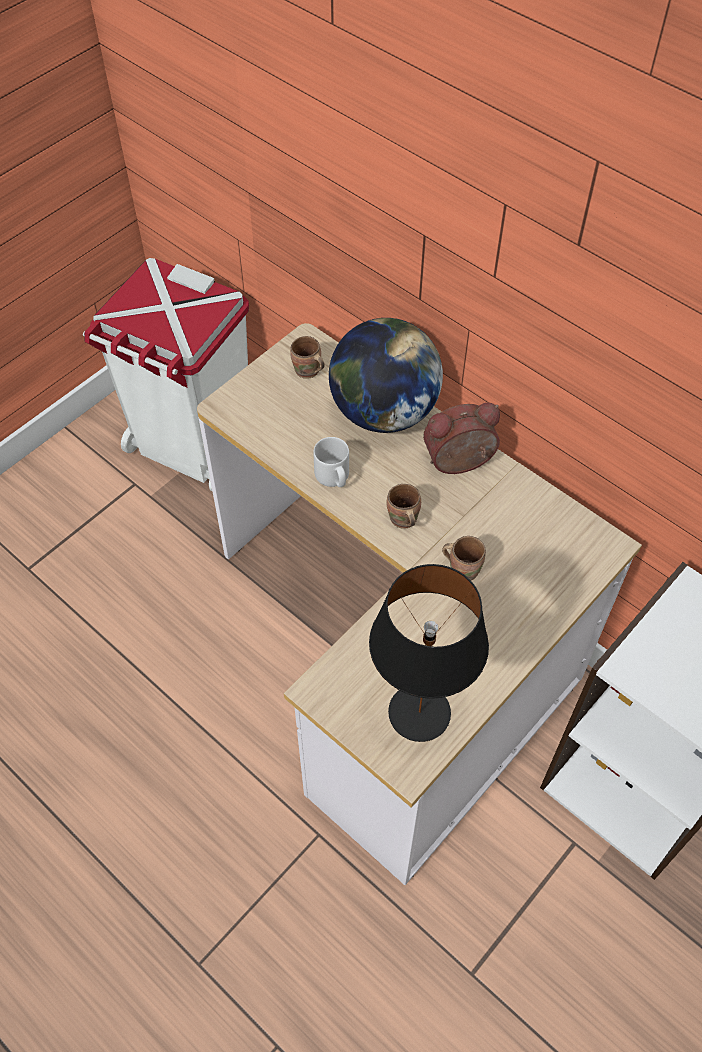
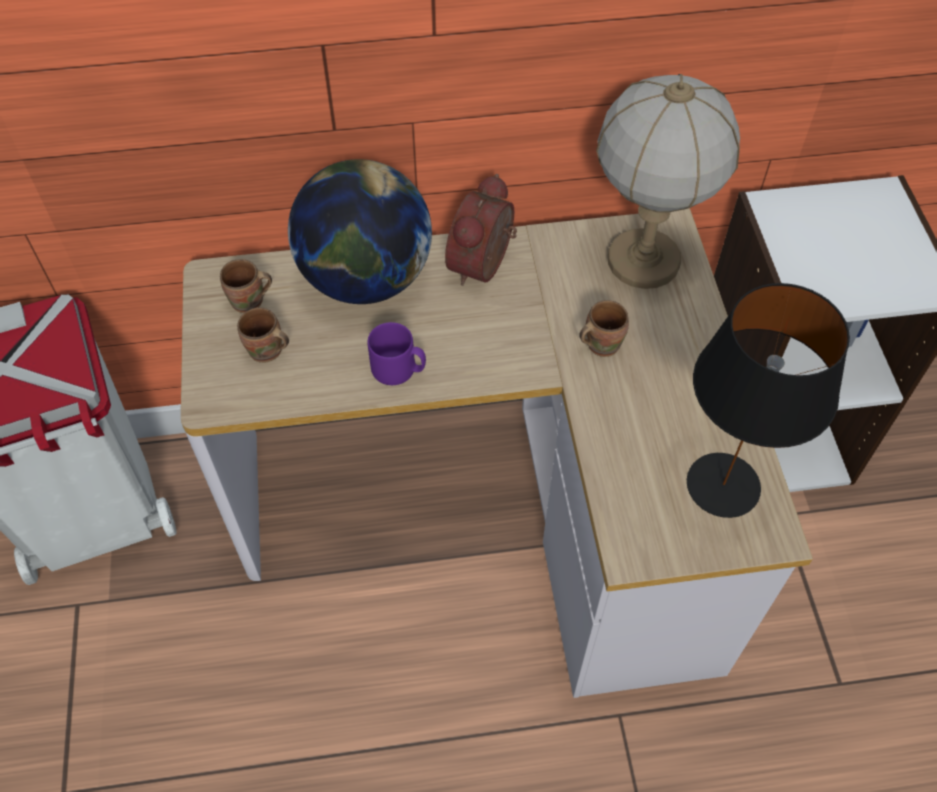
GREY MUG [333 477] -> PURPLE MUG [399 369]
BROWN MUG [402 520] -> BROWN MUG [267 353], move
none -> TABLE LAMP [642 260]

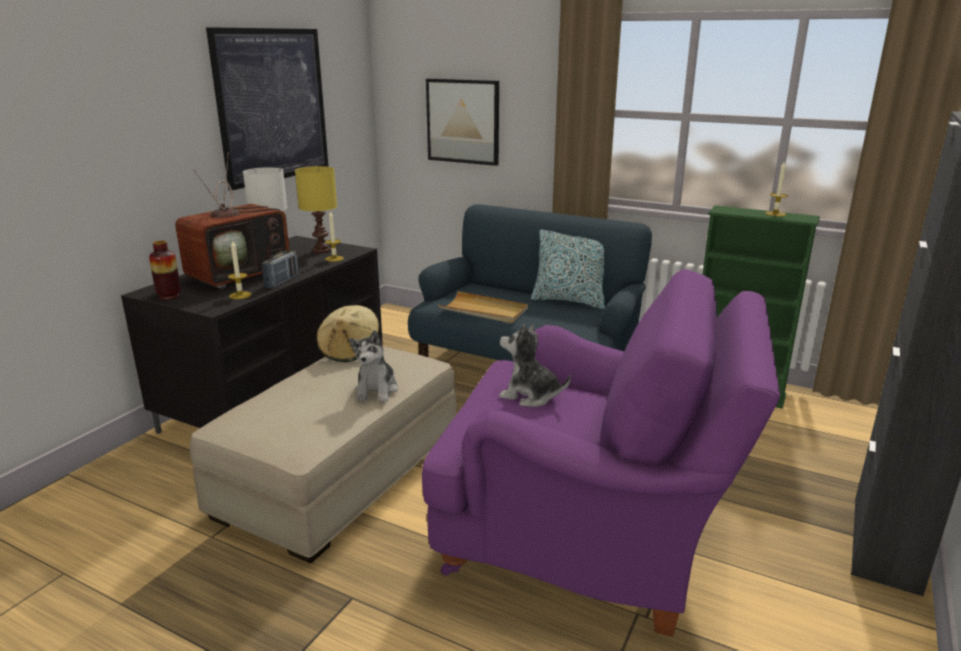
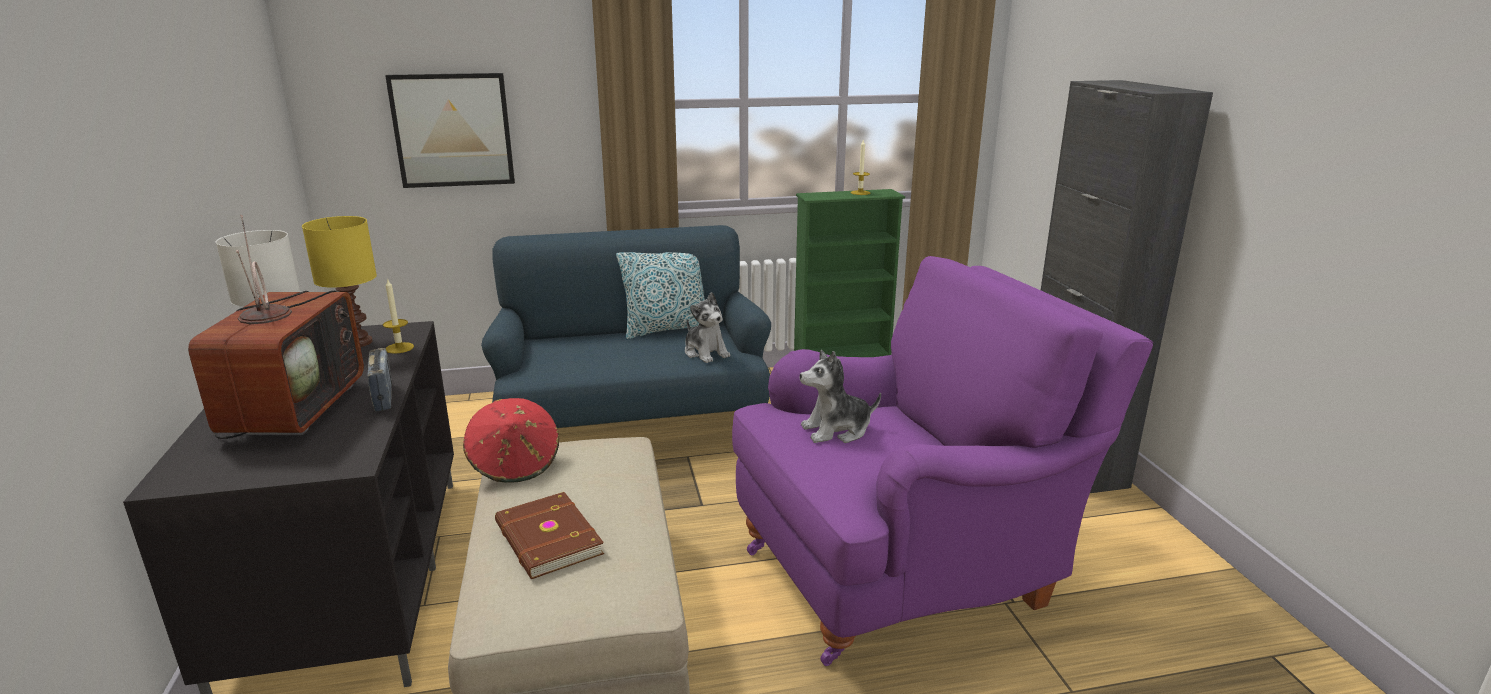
PICTURE [273 106] -> none
CANDLE [240 295] -> none
VASE [169 296] -> none
BEIGE TRAY [484 311] -> none
BEIGE HAT [350 351] -> RED HAT [515 464]
PLUSH TOY [376 390] -> PLUSH TOY [706 353], move
none -> BROWN BOOK [546 540]

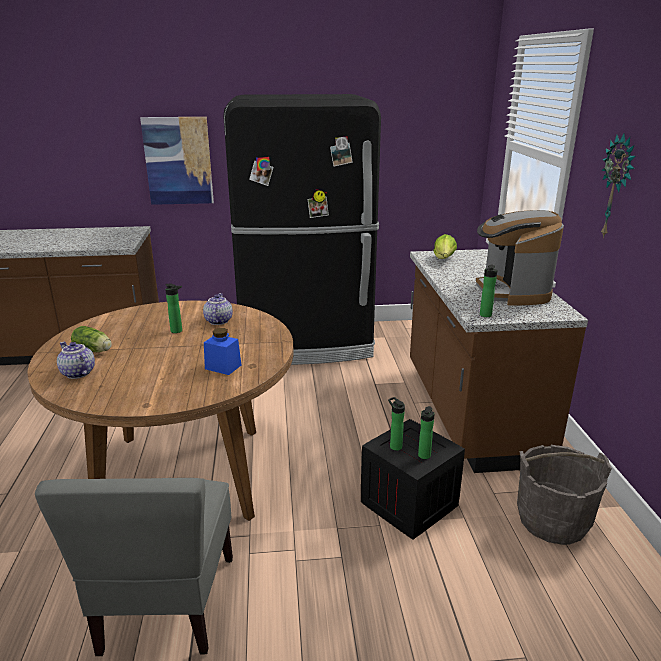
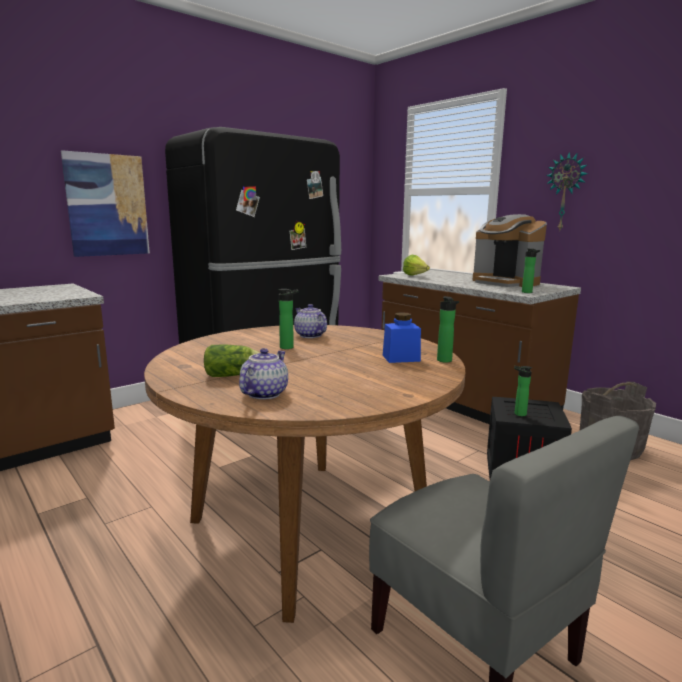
TEAPOT [77 373] -> TEAPOT [263 393], 105 degrees clockwise
BOTTLE [424 456] -> BOTTLE [445 361], move

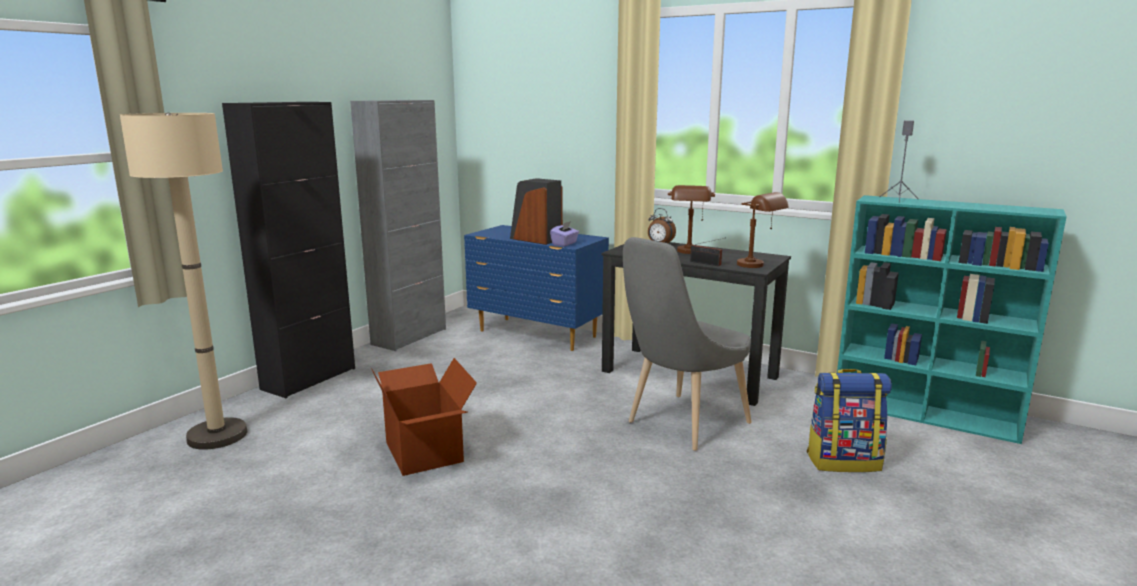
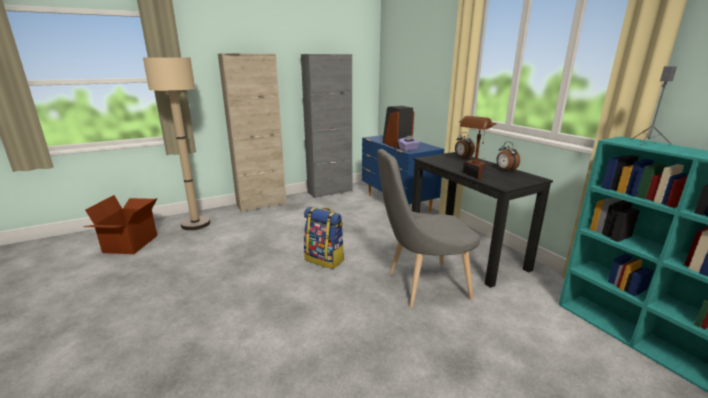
BLACK CABINET [309 379] -> BEIGE CABINET [261 204]
BROWN TABLE LAMP [758 266] -> none
CARDBOARD BOX [425 451] -> CARDBOARD BOX [131 244], move
BACKPACK [843 461] -> BACKPACK [325 259], move
none -> ALARM CLOCK [505 170]

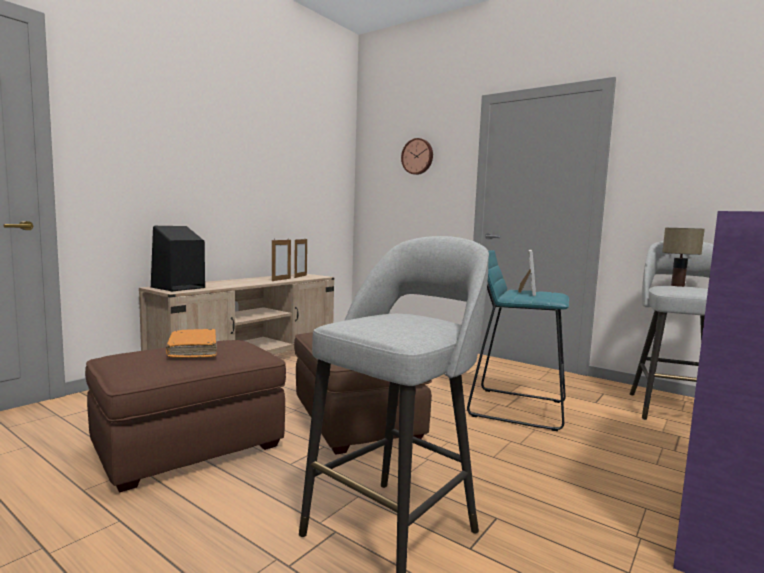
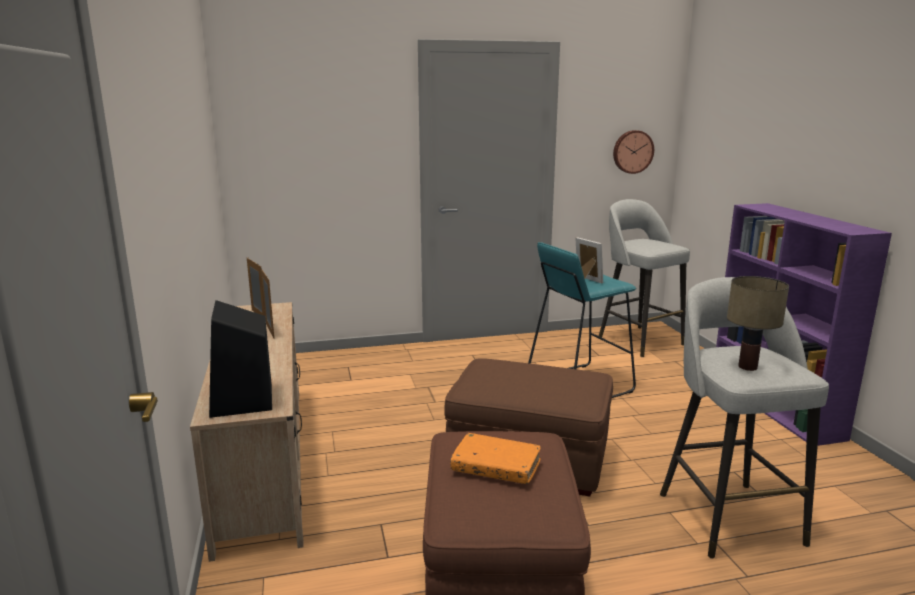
WALL CLOCK [418 156] -> WALL CLOCK [632 151], move
TABLE LAMP [677 285] -> TABLE LAMP [748 367], move

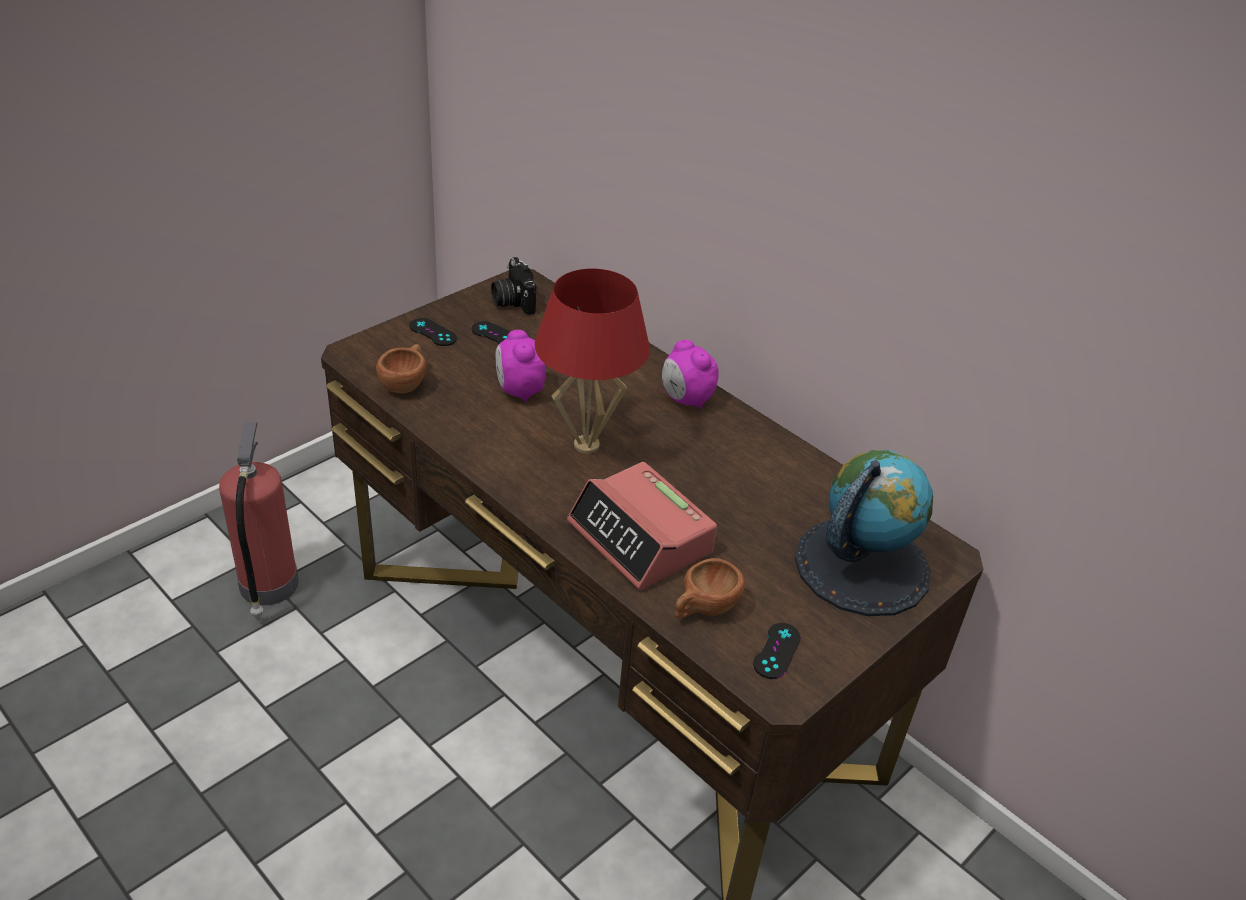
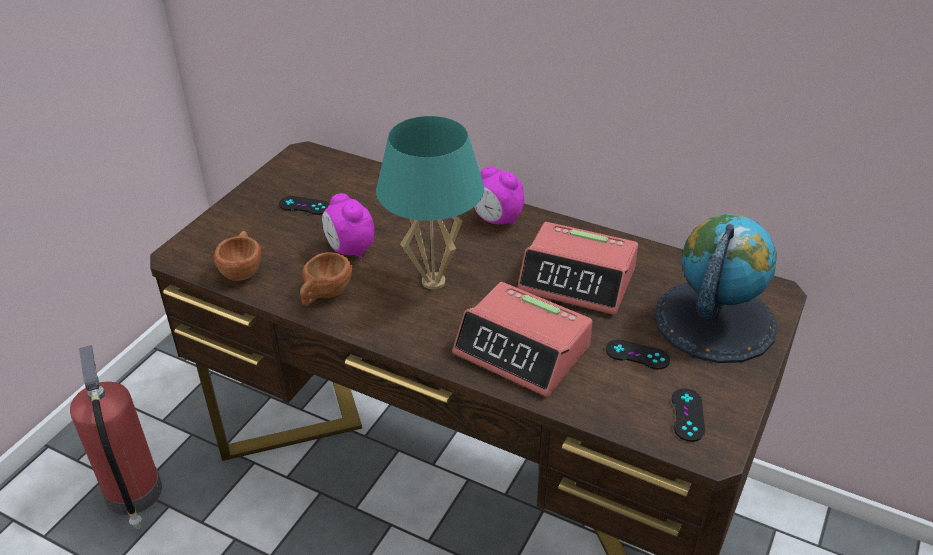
PHOTO CAMERA [512 301] -> none
RED TABLE LAMP [587 445] -> TURQUOISE TABLE LAMP [434 281]
BLACK GAME CONTROLLER [433 332] -> BLACK GAME CONTROLLER [637 355], move
BROWN CUP [703 609] -> BROWN CUP [325 295], move
none -> ALARM CLOCK [578 280]

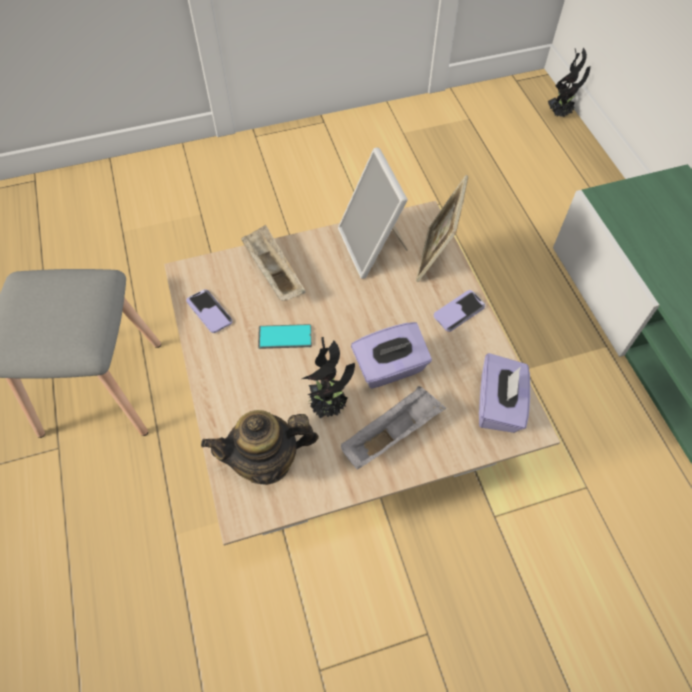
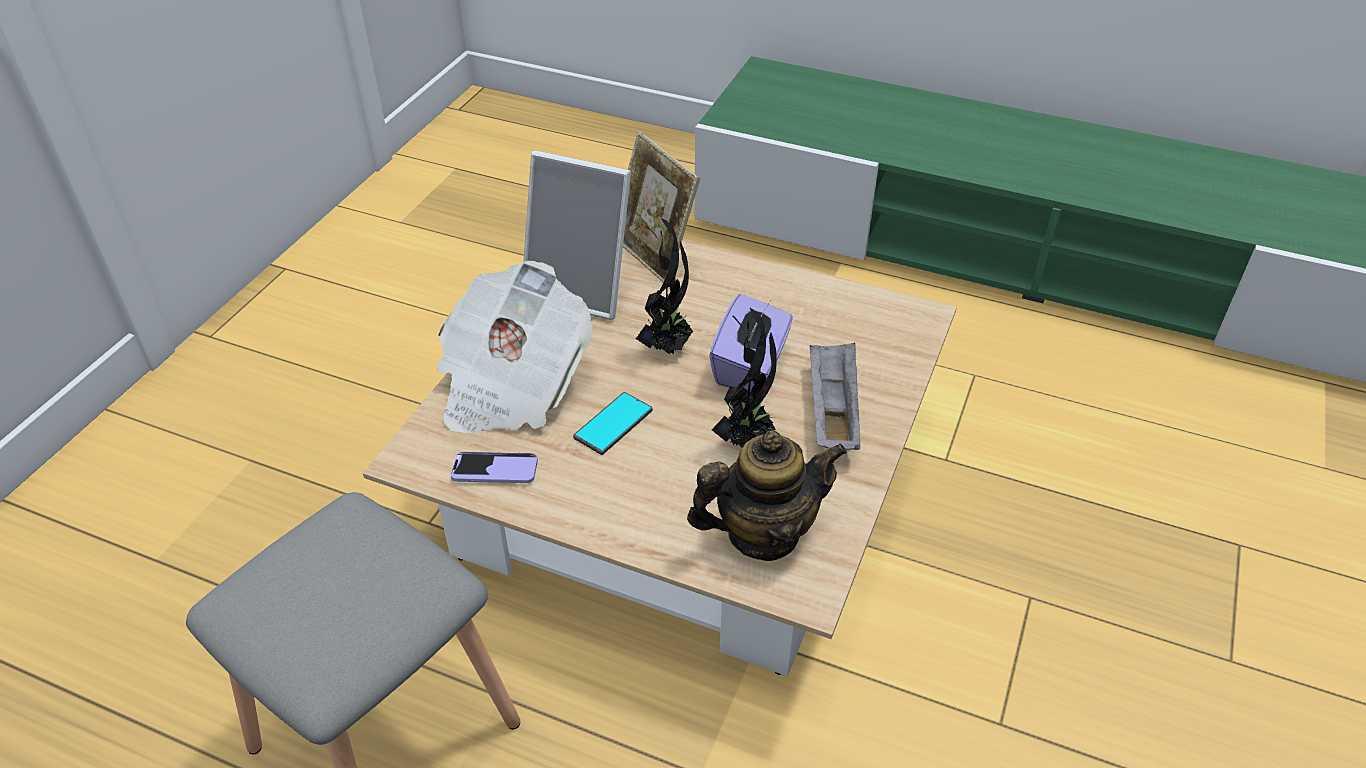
POTTED PLANT [560 114] -> POTTED PLANT [667 346], move
BEIGE TRAY [273 273] -> NEWSPAPER [511 383]
PHONE [459 311] -> none
PURPLE TISSUE BOX [499 405] -> none
TEAPOT [266 462] -> TEAPOT [763 533], 135 degrees counterclockwise

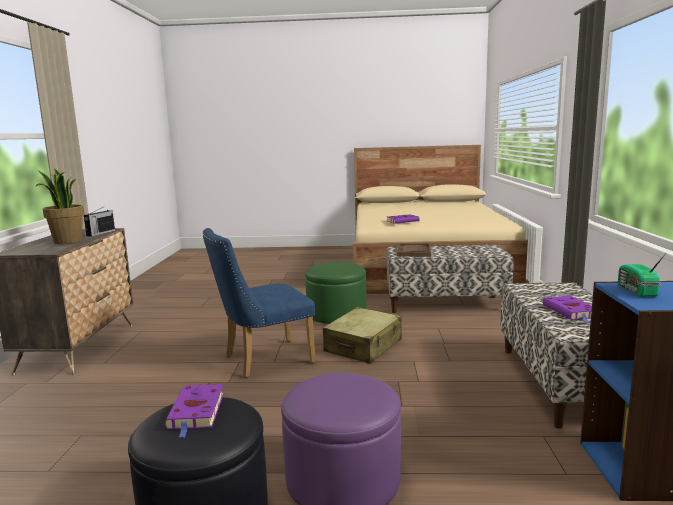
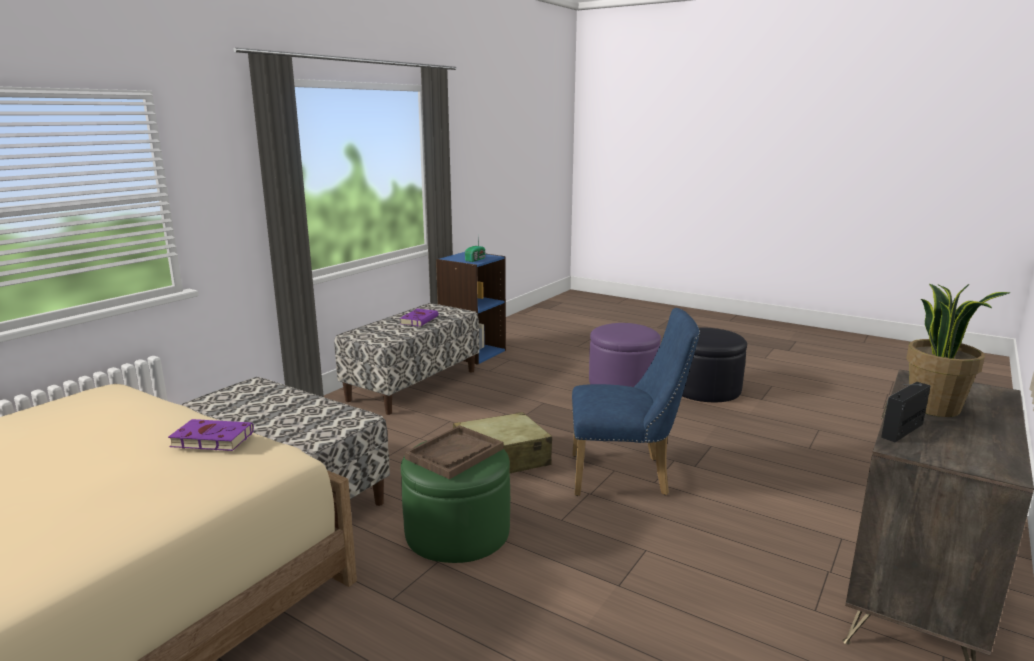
BROWN TRAY [413 251] -> BROWN TRAY [454 454], move
PURPLE BOOK [196 412] -> none

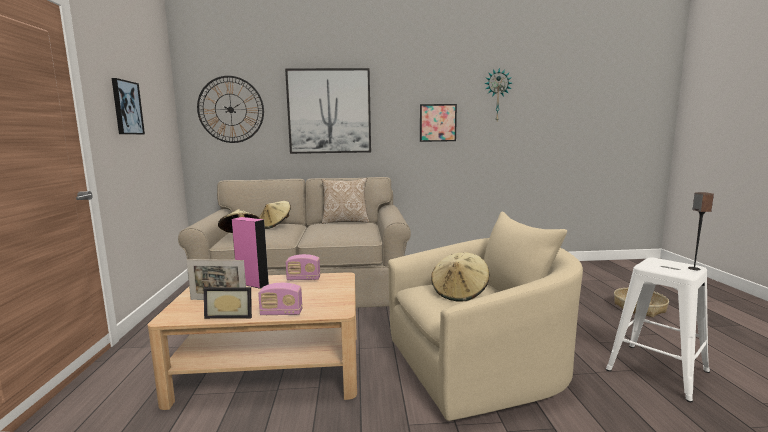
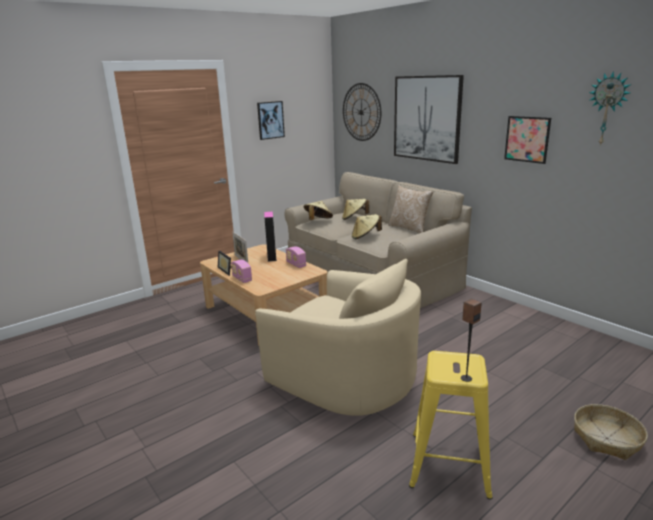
BEIGE HAT [459 293] -> BEIGE HAT [365 236], move
WHITE STOOL [658 370] -> YELLOW STOOL [450 464]

